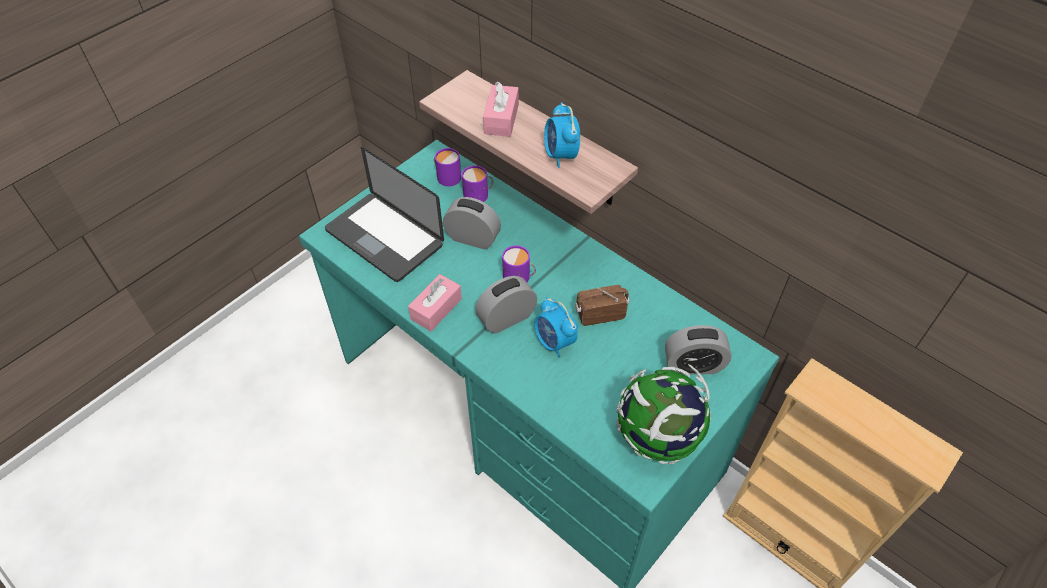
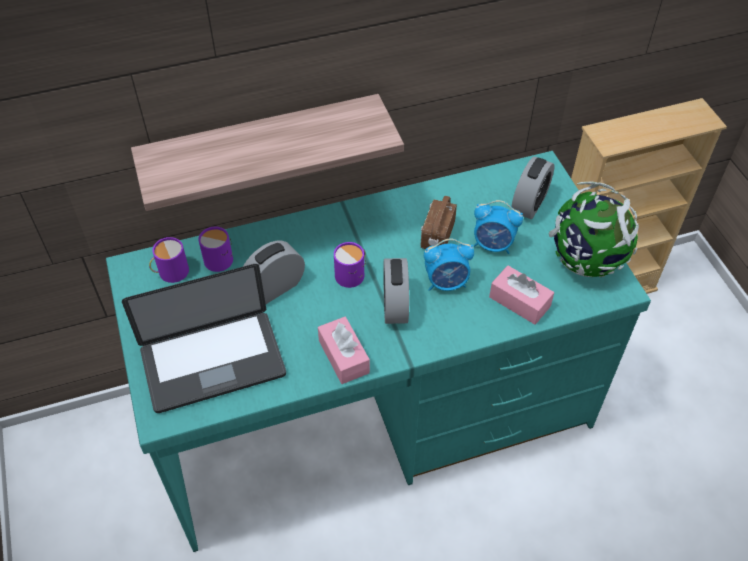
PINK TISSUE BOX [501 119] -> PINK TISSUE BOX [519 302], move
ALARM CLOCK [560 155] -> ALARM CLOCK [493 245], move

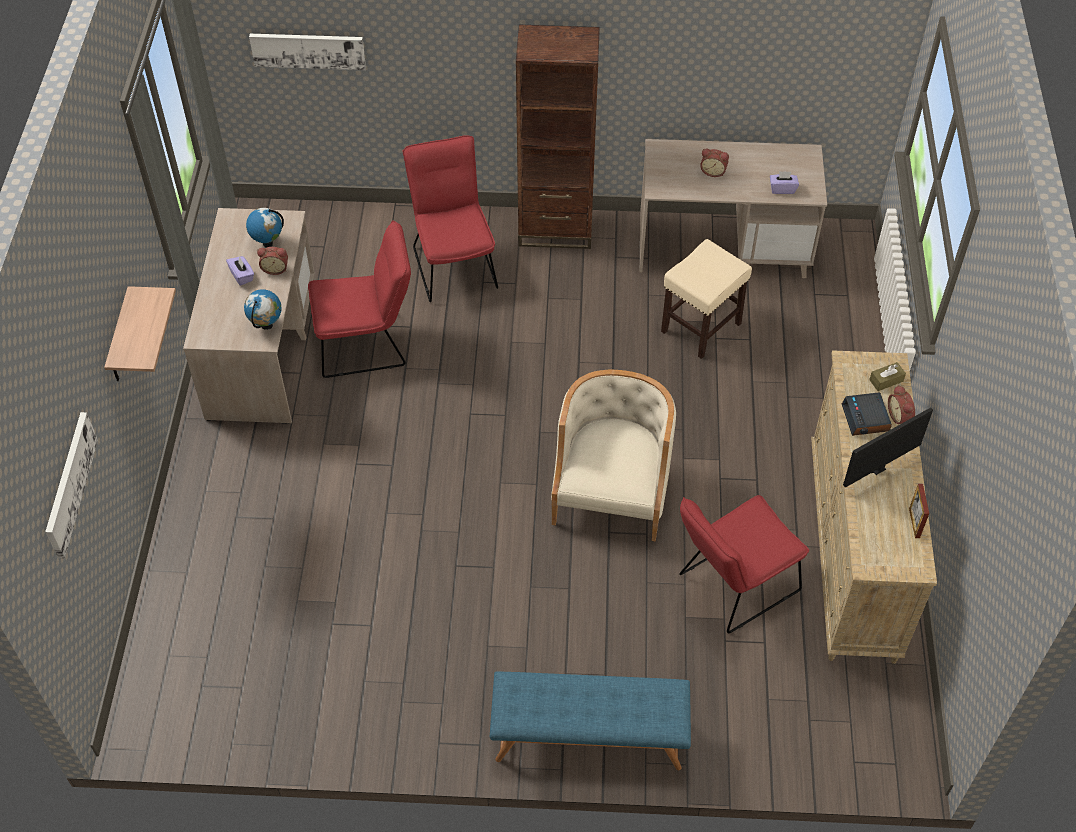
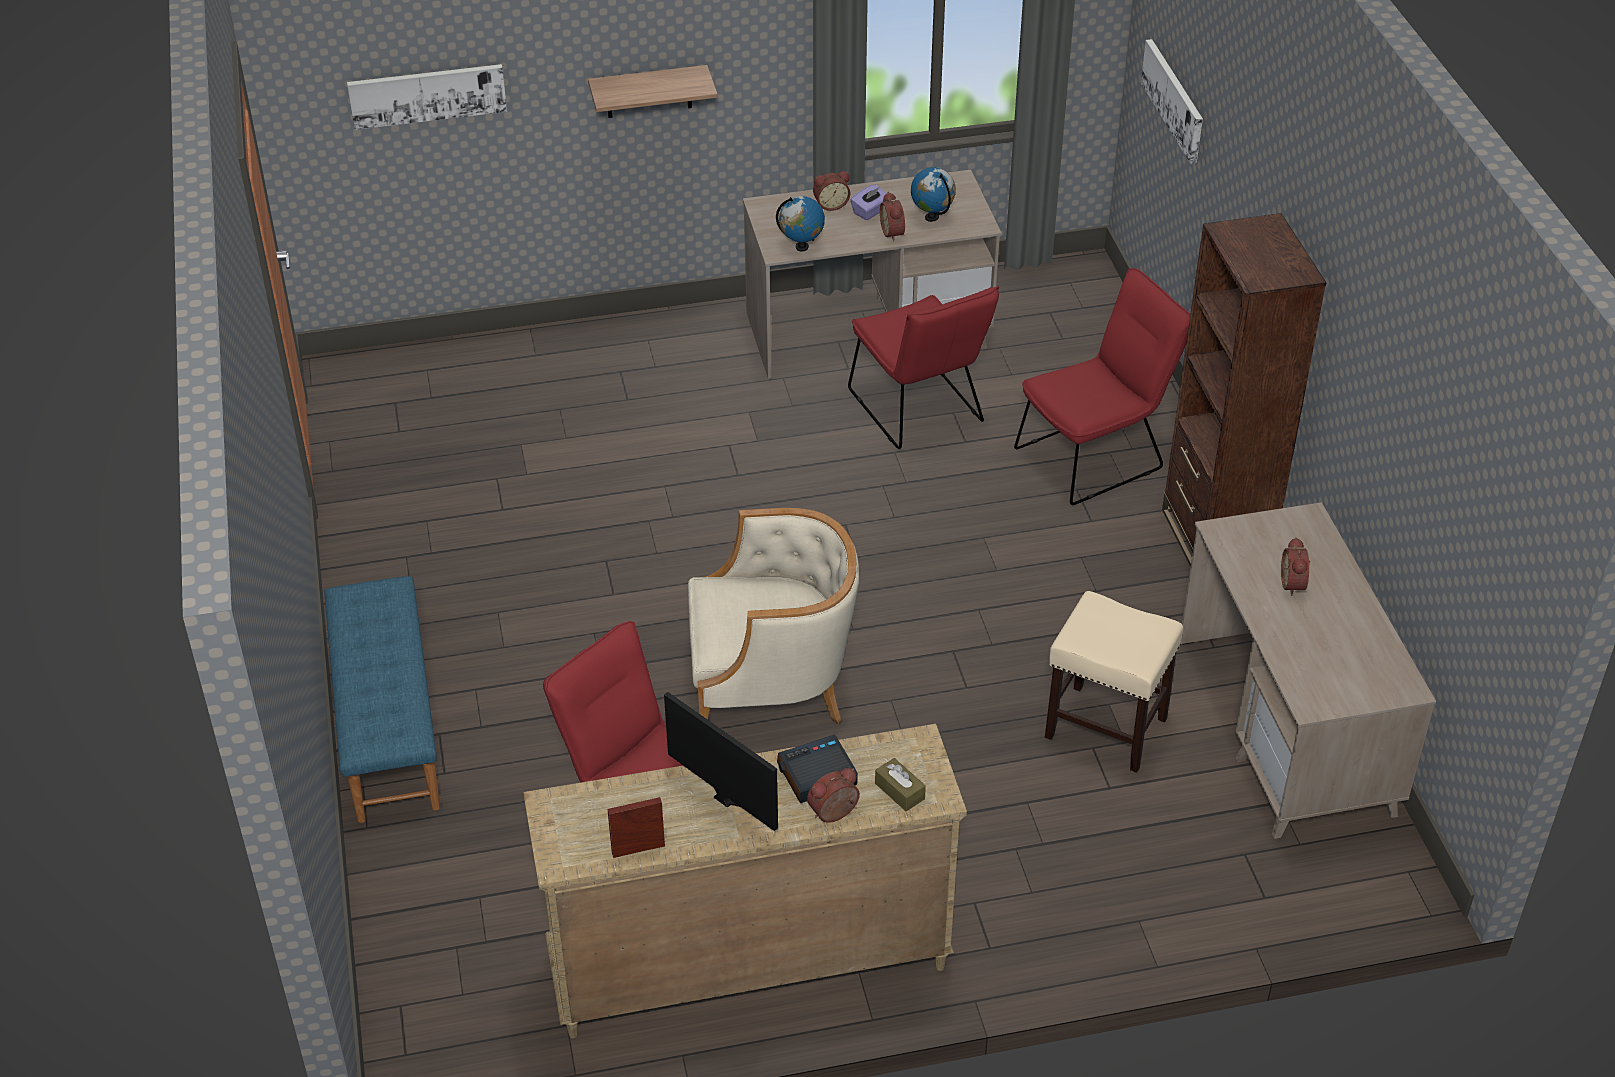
PURPLE TISSUE BOX [782 189] -> none
none -> ALARM CLOCK [831 204]

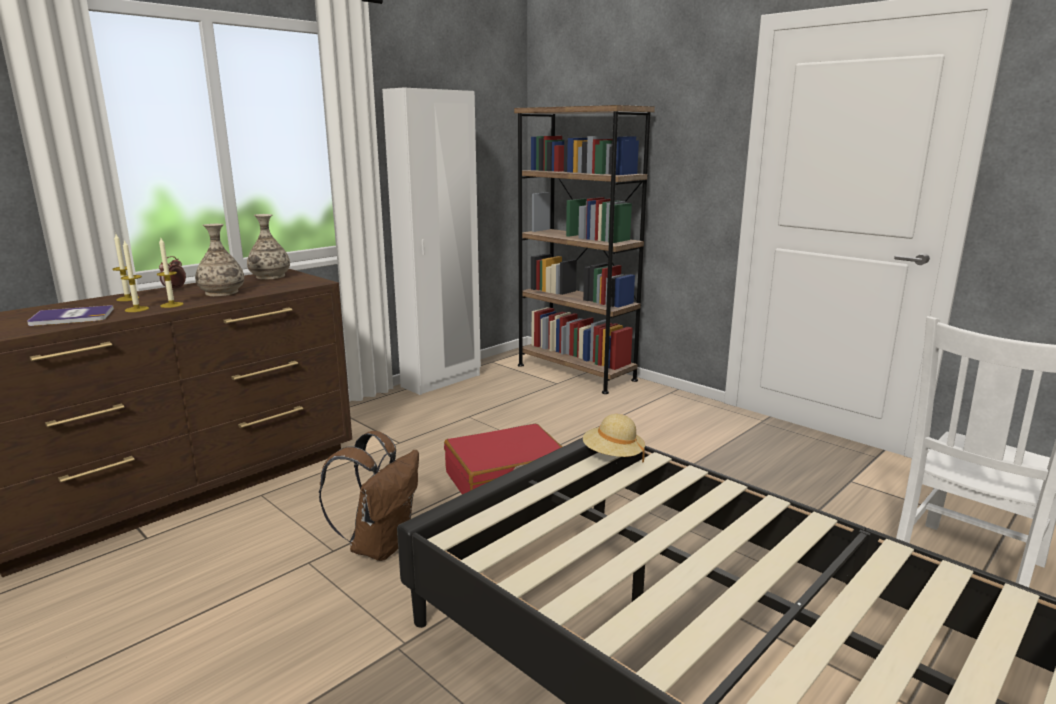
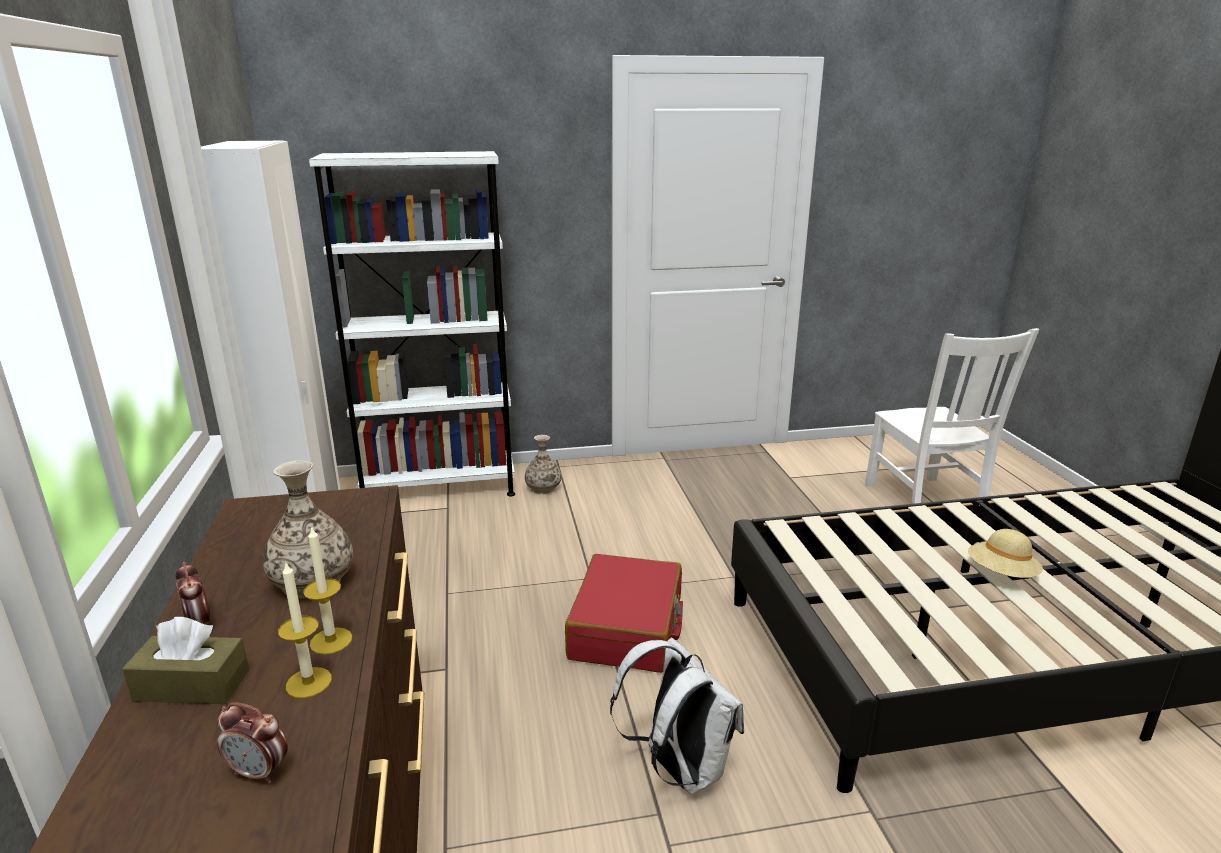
BROWN BOOKCASE [575 372] -> WHITE BOOKCASE [439 487]
VASE [270 276] -> VASE [543 488], move
CANDLE [128 298] -> BROWN TISSUE BOX [192 685]
BOOK [72 317] -> ALARM CLOCK [259 772]
BEIGE HAT [613 456] -> BEIGE HAT [1001 574], move
BROWN BACKPACK [380 545] -> WHITE BACKPACK [678 768]

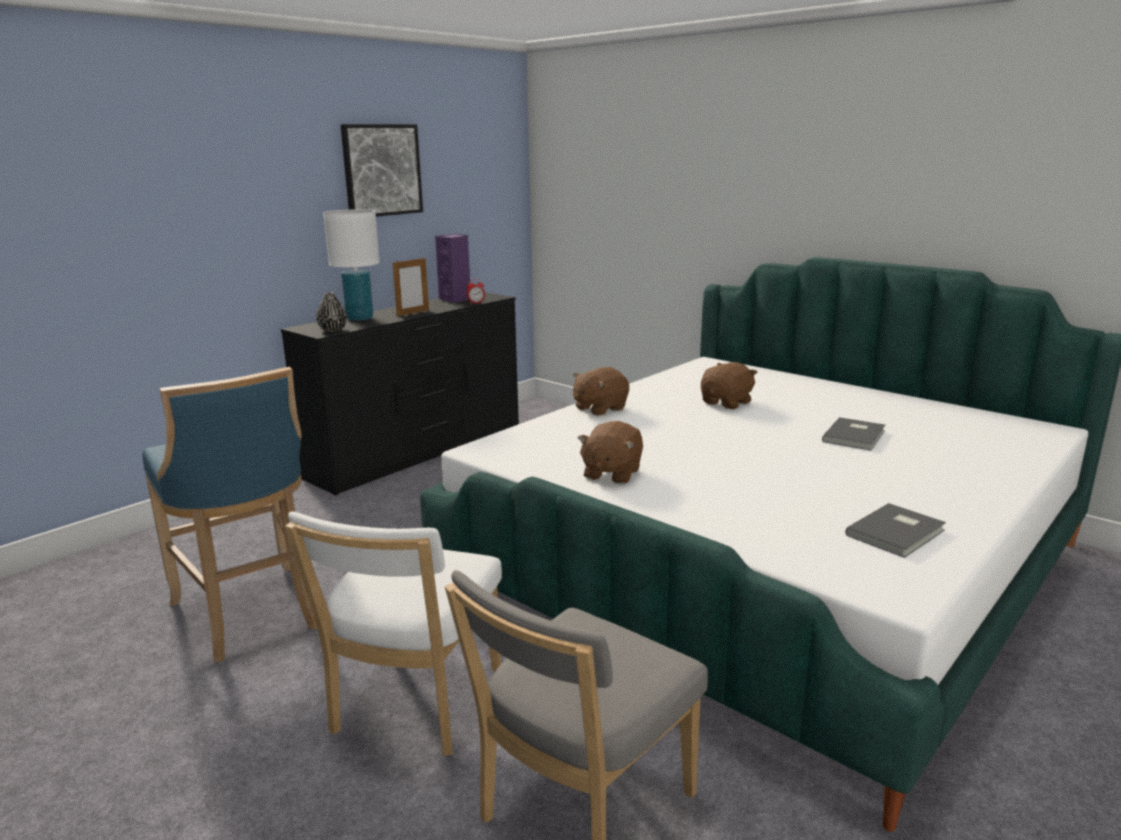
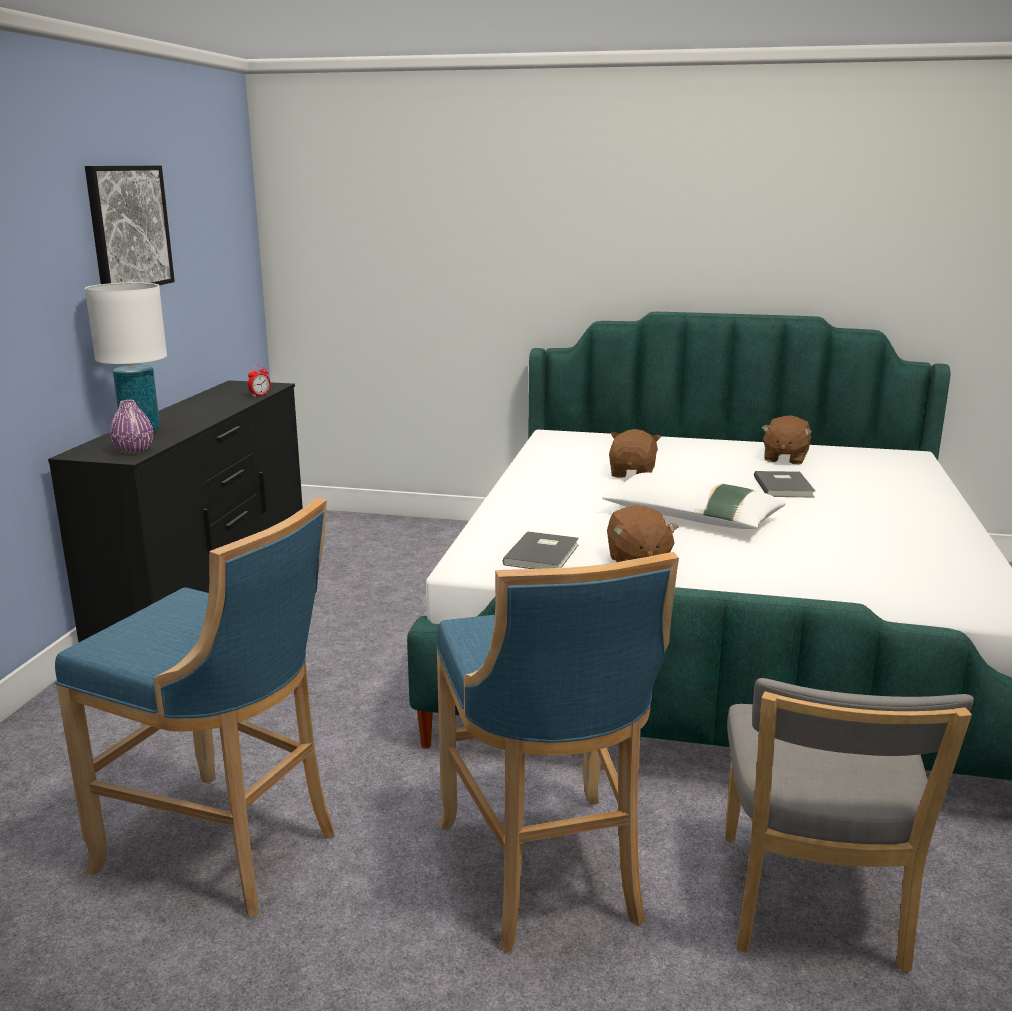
PURPLE SPEAKER [456 299] -> none
PICTURE FRAME [413 313] -> none
BLACK VASE [333 330] -> PURPLE VASE [134 451]
BROWN PLUSH TOY [599 408] -> BROWN PLUSH TOY [784 458], move
GREY BOOK [898 533] -> GREY BOOK [544 554], move
WHITE CHAIR [413 705] -> BLUE STOOL [546 875]
none -> WHITE PILLOW [691 517]

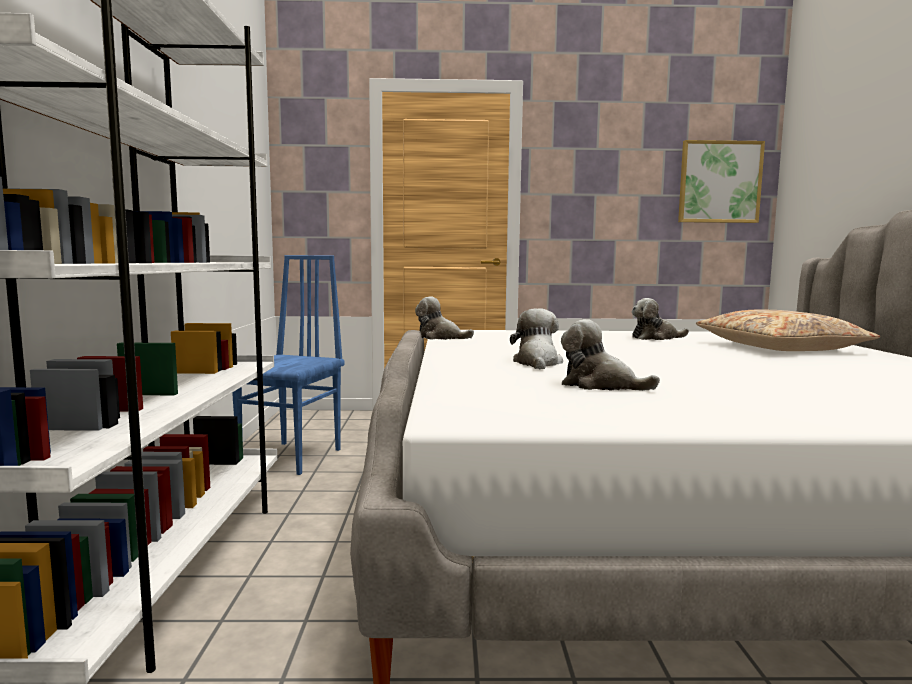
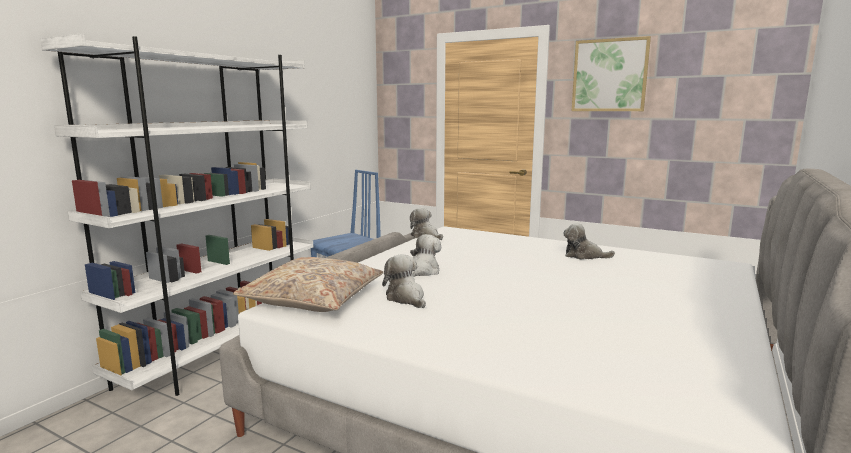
PICTURE [719 182] -> PICTURE [609 75], move
BEIGE PILLOW [779 347] -> BEIGE PILLOW [314 298], move

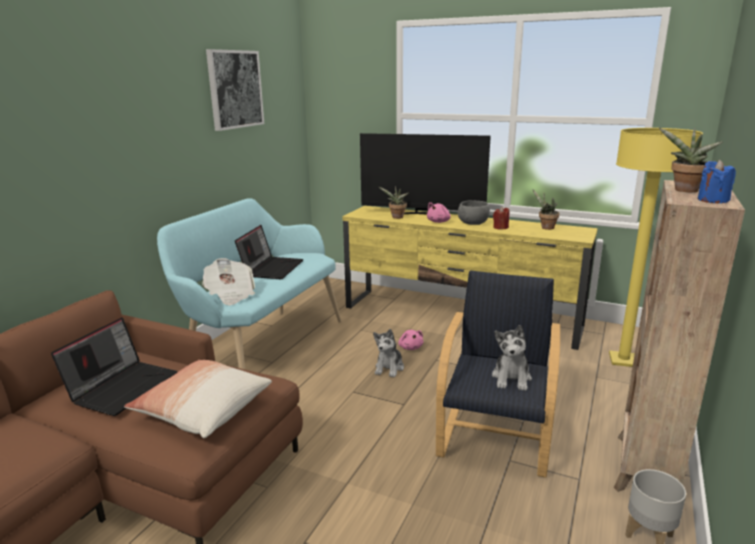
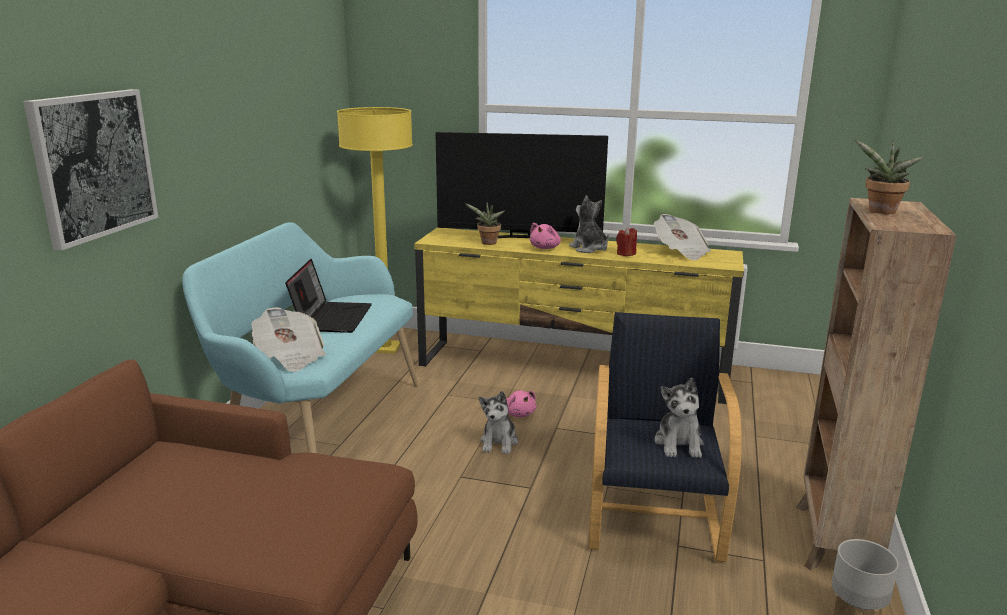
PICTURE [235 89] -> PICTURE [93 165], move
YELLOW FLOOR LAMP [623 360] -> YELLOW FLOOR LAMP [385 348], move
BLUE CANDLE [712 200] -> none
POTTED PLANT [545 227] -> NEWSPAPER [681 252]
GREY BOWL [472 223] -> PLUSH TOY [589 249]
LAPTOP [123 386] -> none
PILLOW [203 411] -> none

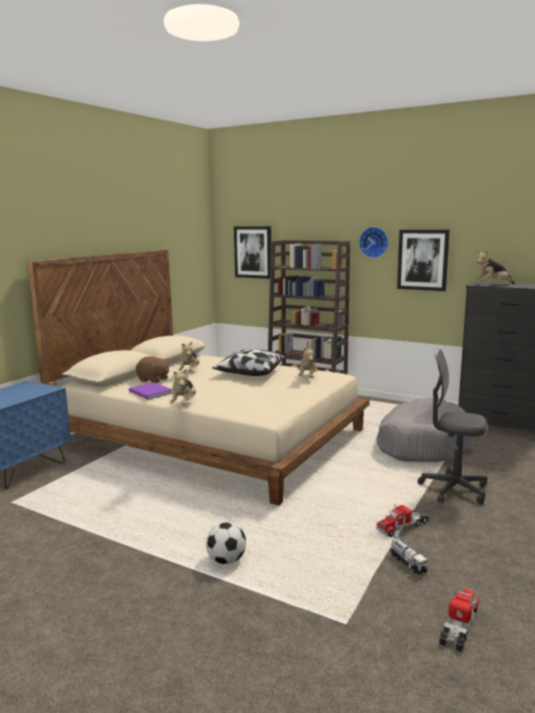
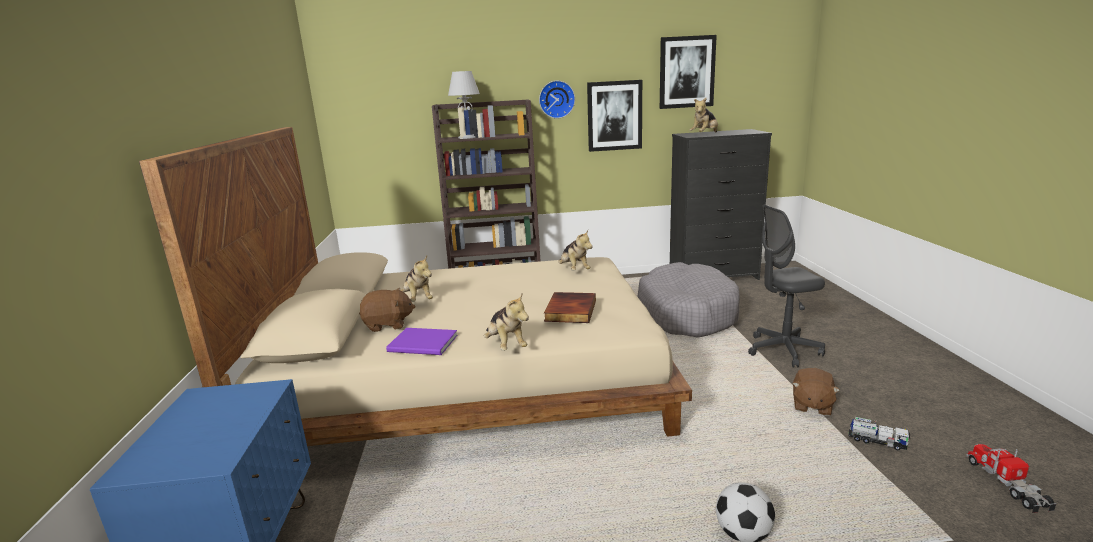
PICTURE [253 252] -> PICTURE [686 72], move
PILLOW [249 373] -> none
TOY TRUCK [402 526] -> BROWN PLUSH TOY [811 405]
none -> GREY TABLE LAMP [468 137]
none -> BOOK [569 310]

